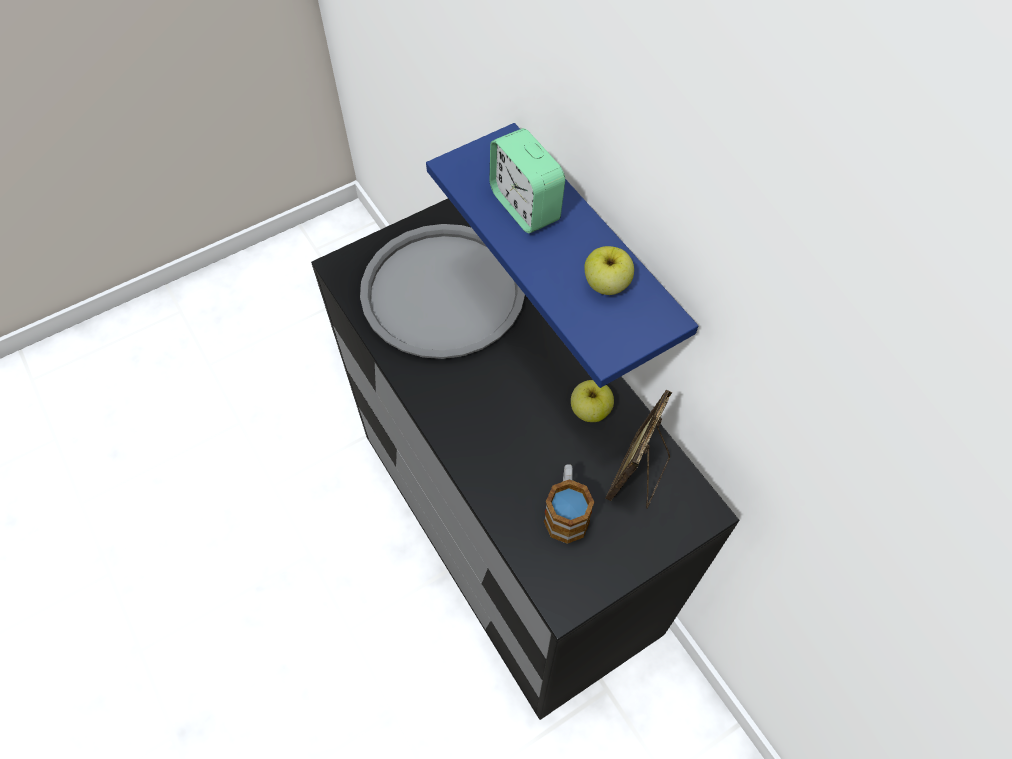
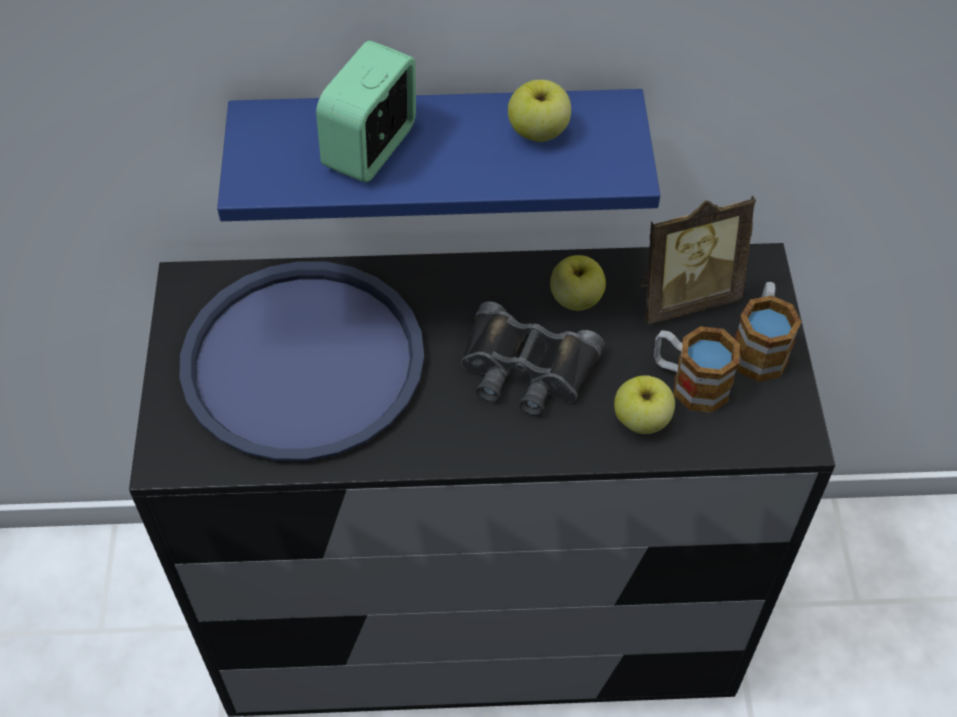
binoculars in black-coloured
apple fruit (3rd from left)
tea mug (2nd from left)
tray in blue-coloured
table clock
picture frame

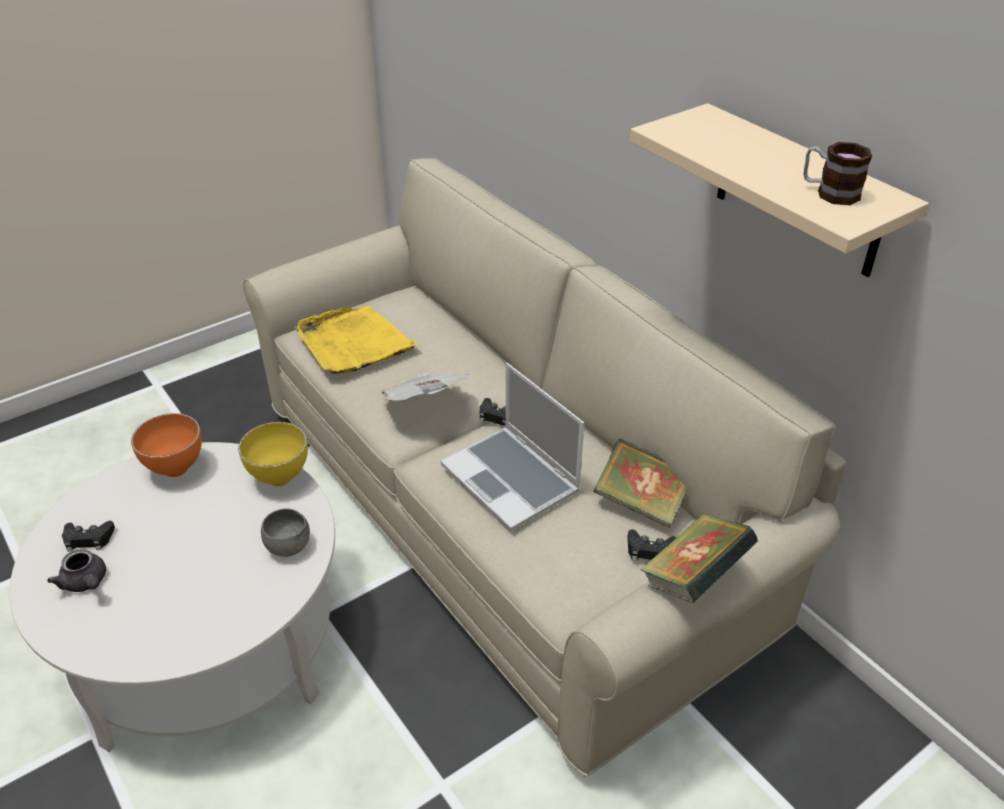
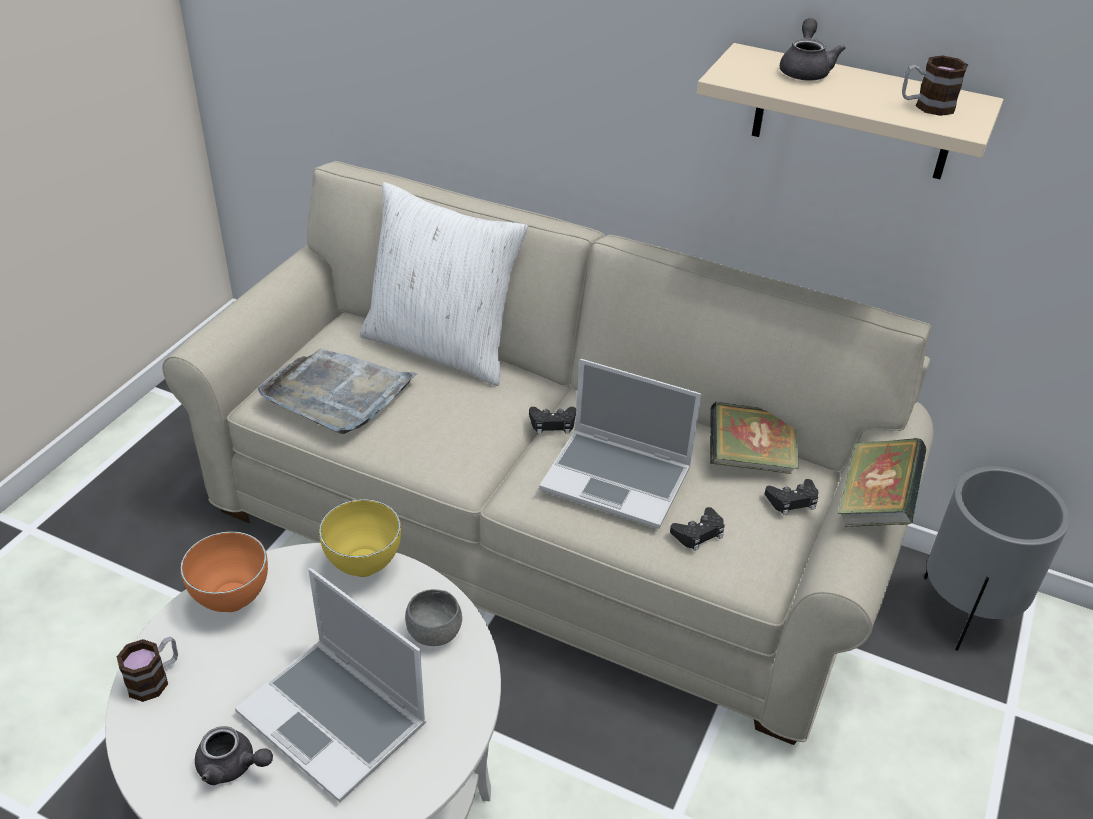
newspaper
tea mug (1st from left)
notebook computer (1st from left)
pillow in whitish
teapot in grey (2nd from left)
planter in grey
joypad in black-coloured (2nd from left)
tray in grey

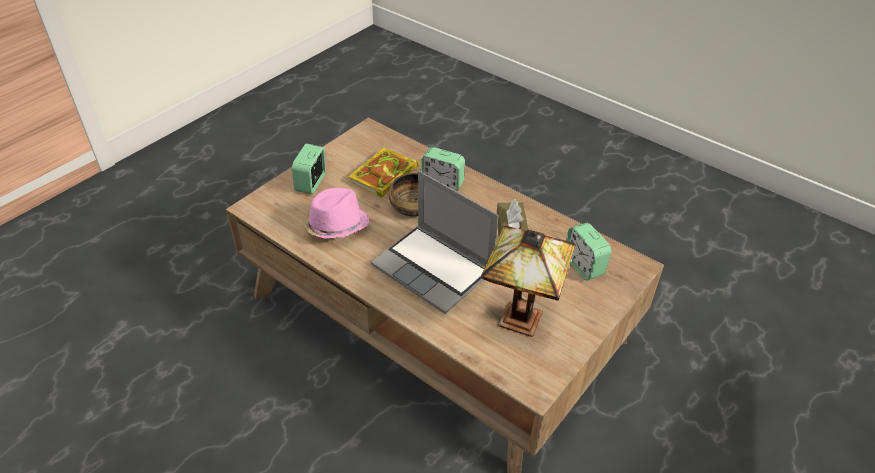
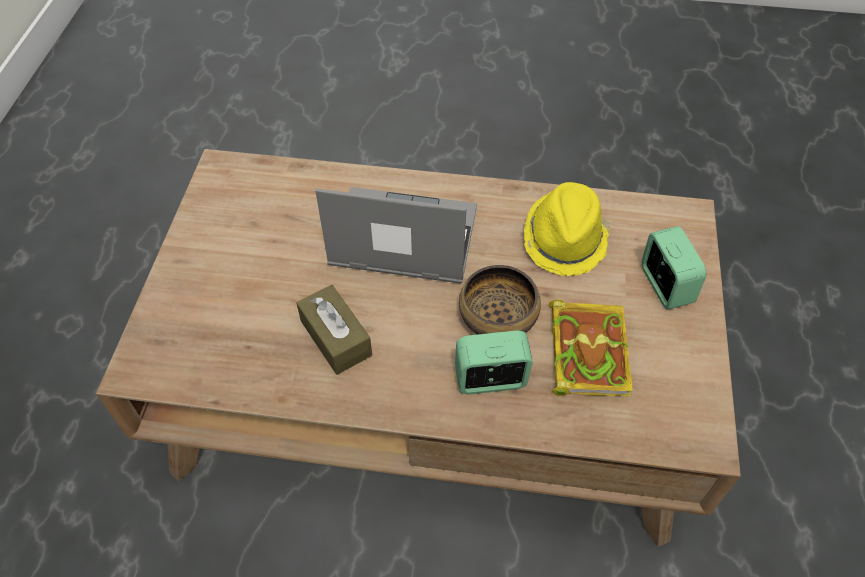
lamp for a table
table clock (3rd from left in the first image)
wearable hat in yellowish

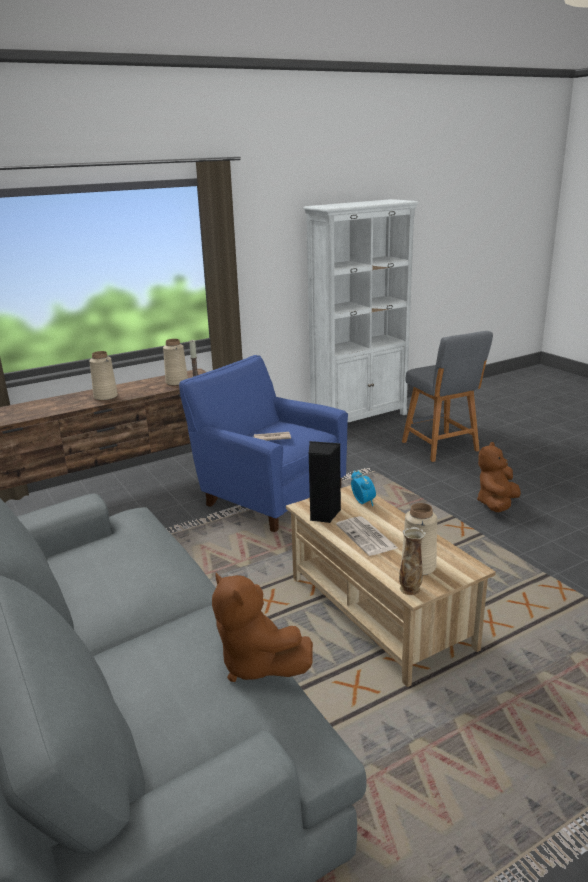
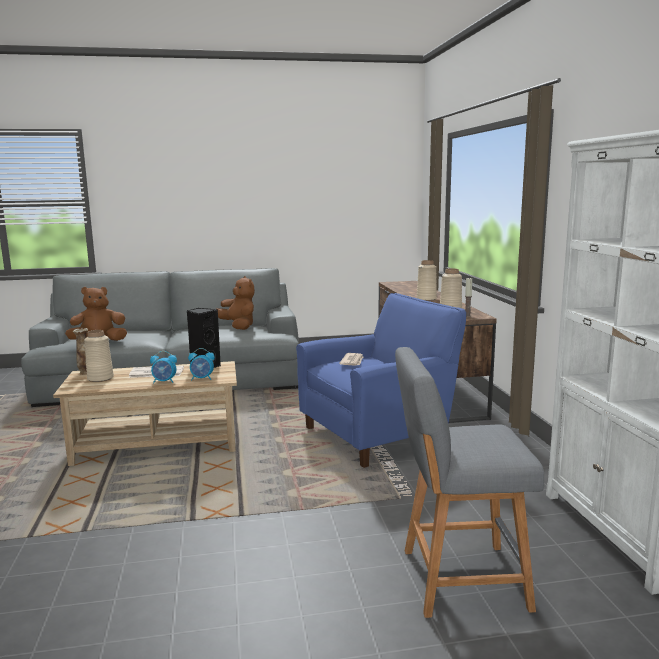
table clock (1st from left)
cuddly toy in brown (2nd from left)

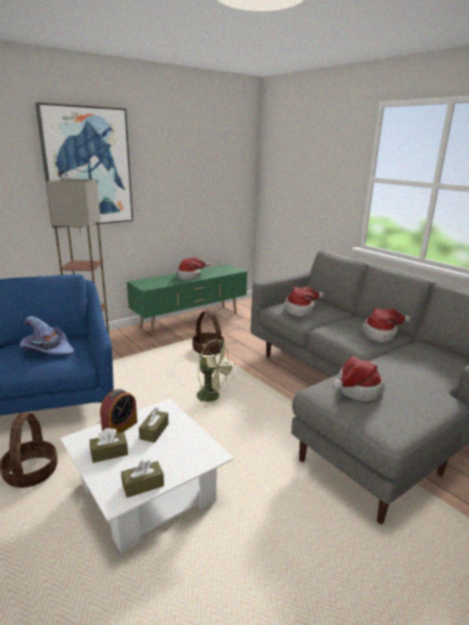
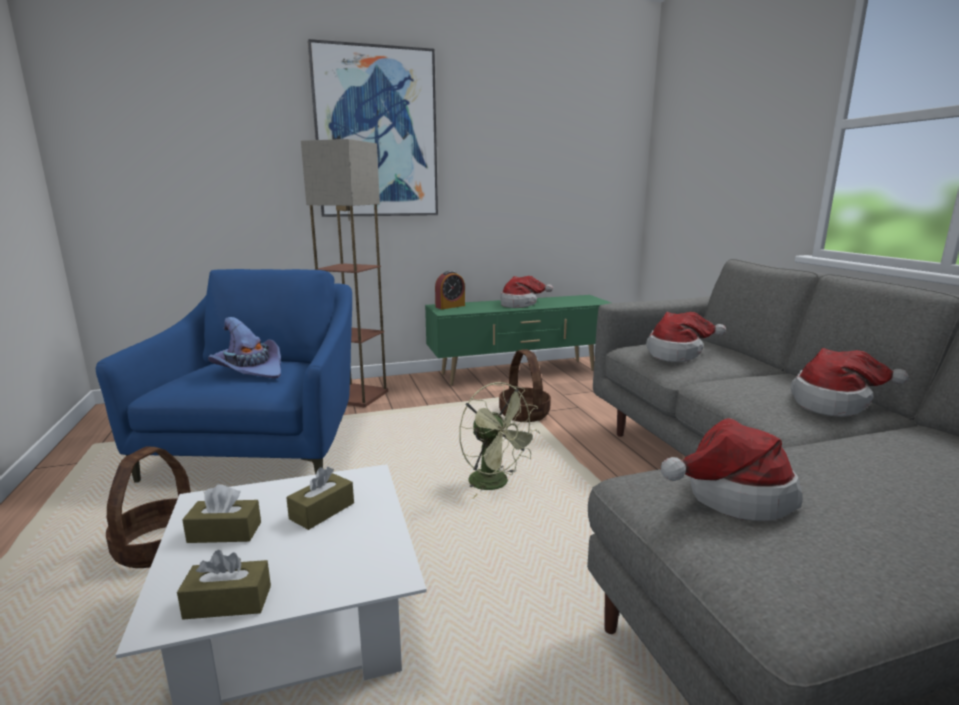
table clock

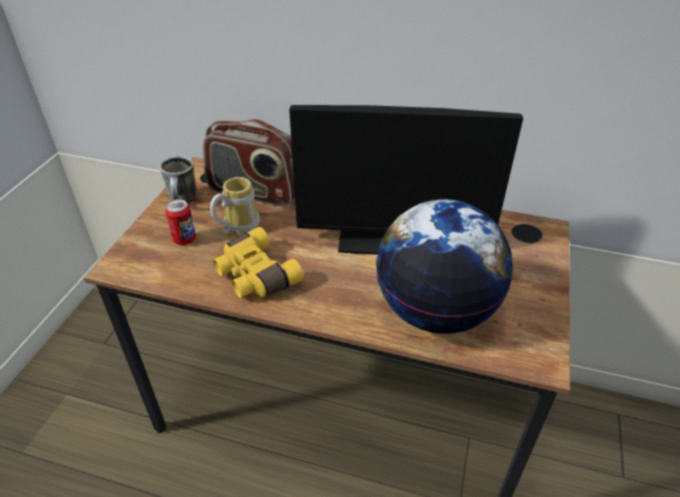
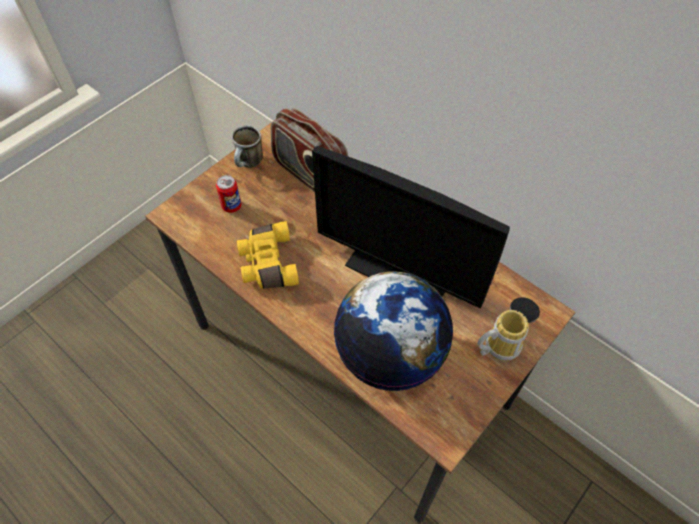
tea mug (2nd from left)

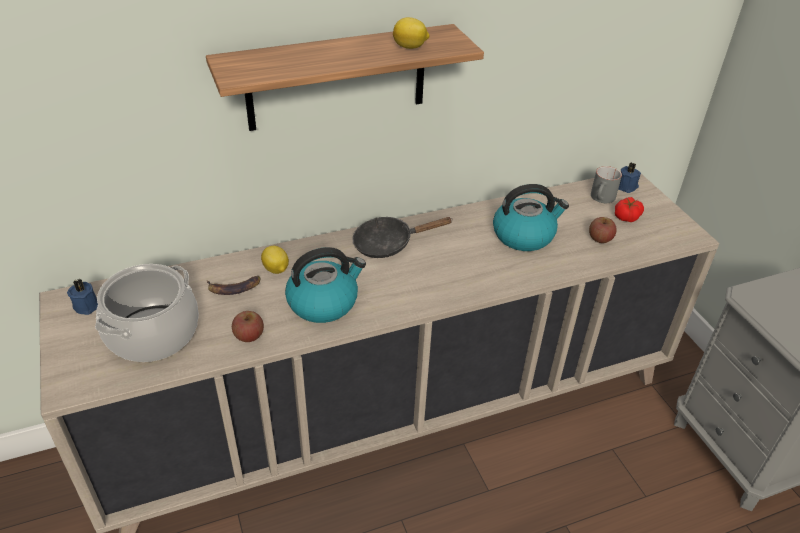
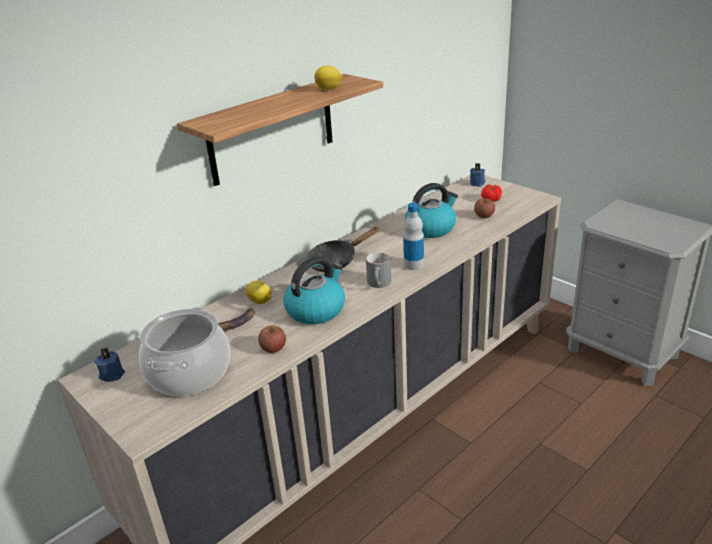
drink bottle
tea mug in grey

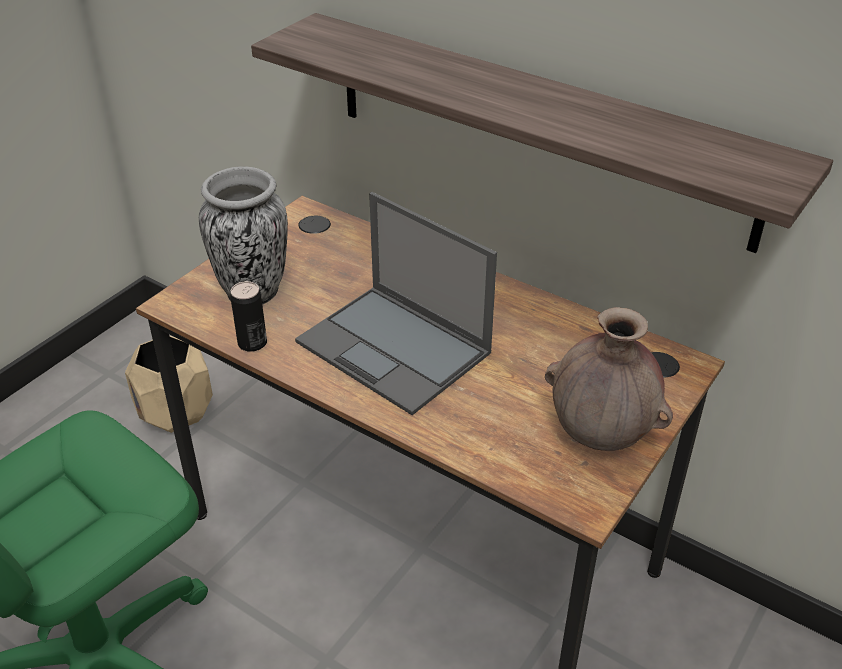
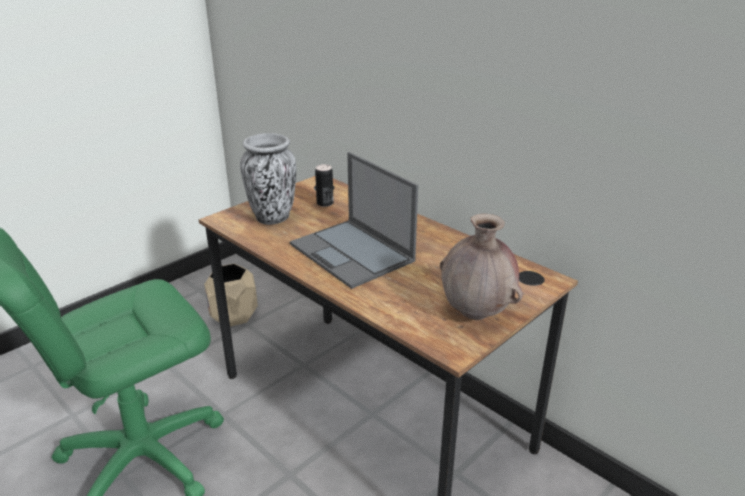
wall shelf
metal can

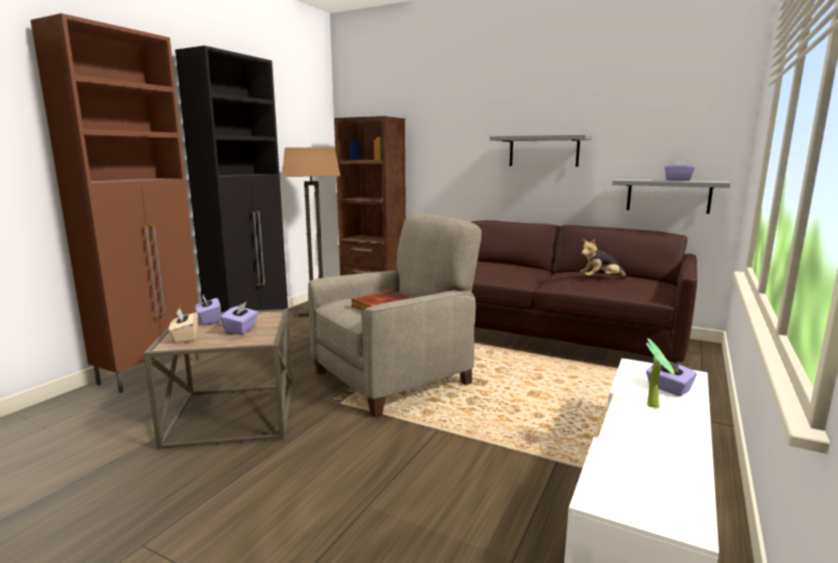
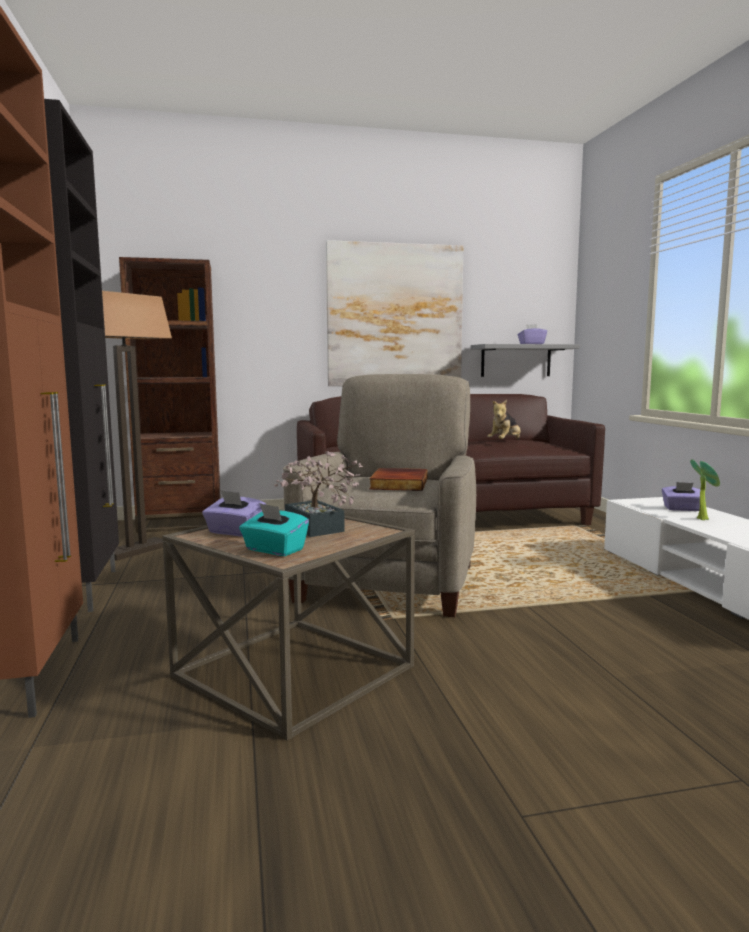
houseplant (1st from left)
picture
box of tissues in turquoise-coloured

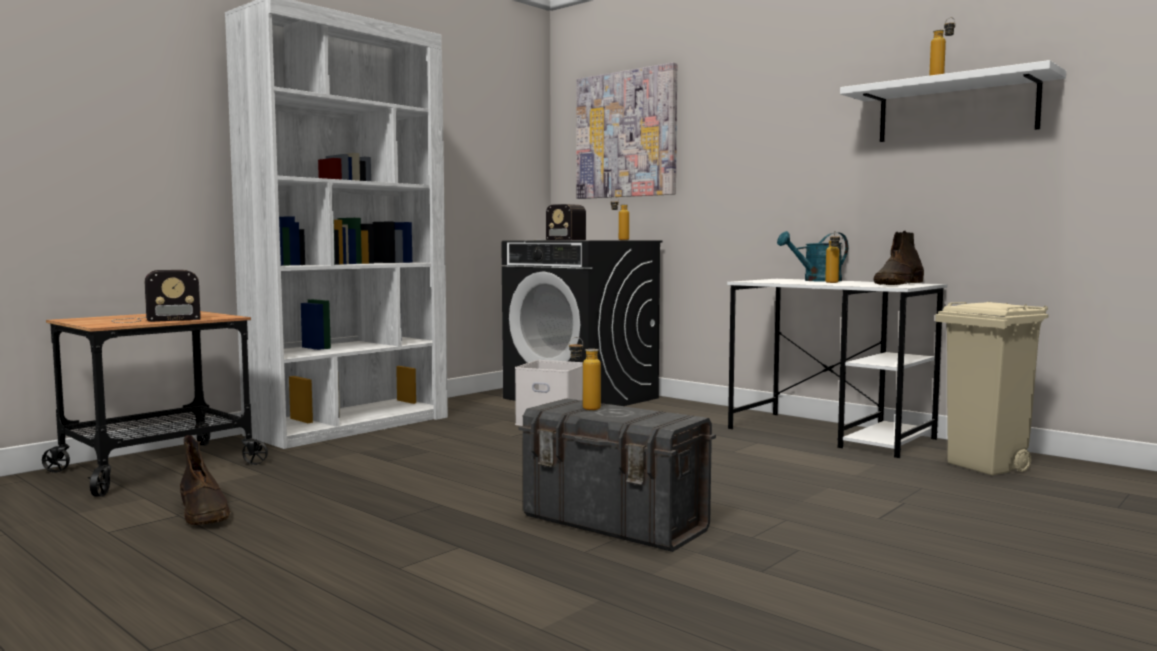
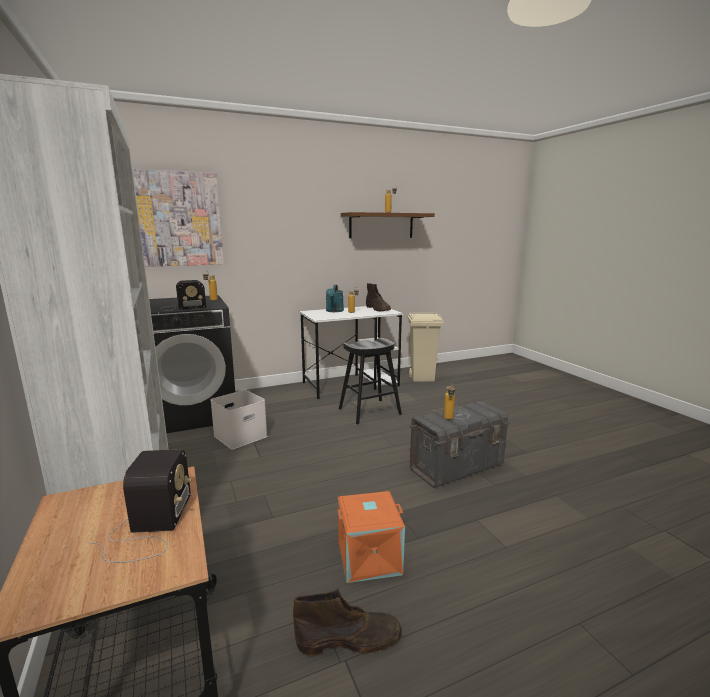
storage box in orange
stool in black-coloured
wall shelf in brown

